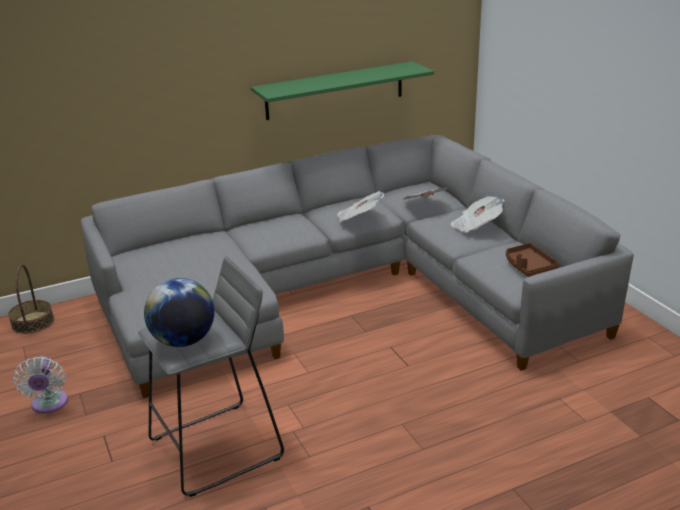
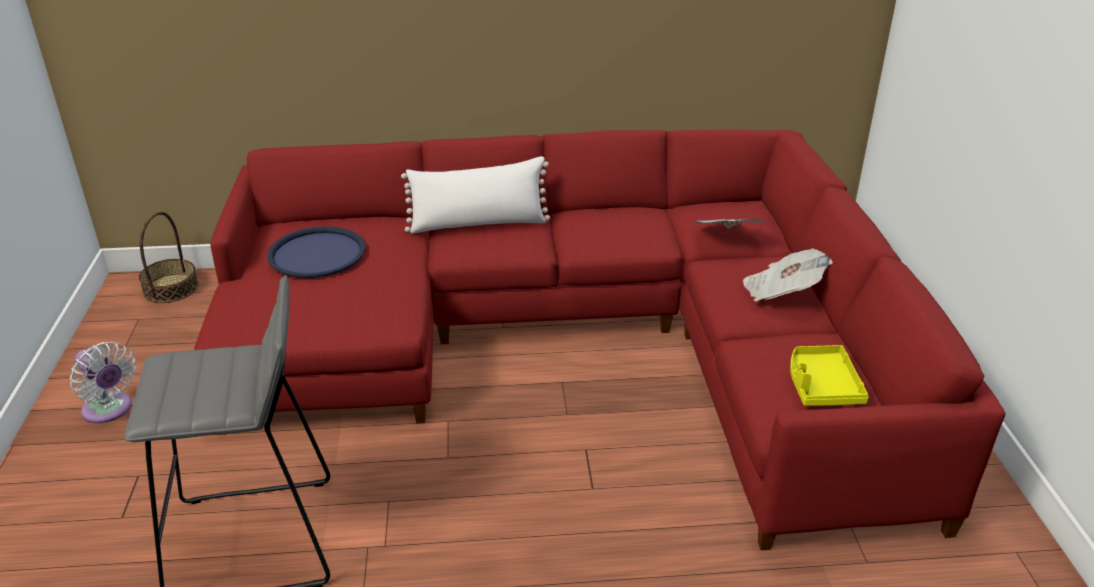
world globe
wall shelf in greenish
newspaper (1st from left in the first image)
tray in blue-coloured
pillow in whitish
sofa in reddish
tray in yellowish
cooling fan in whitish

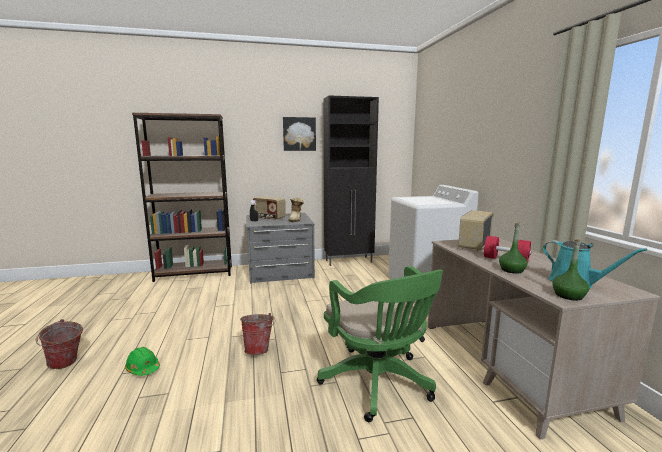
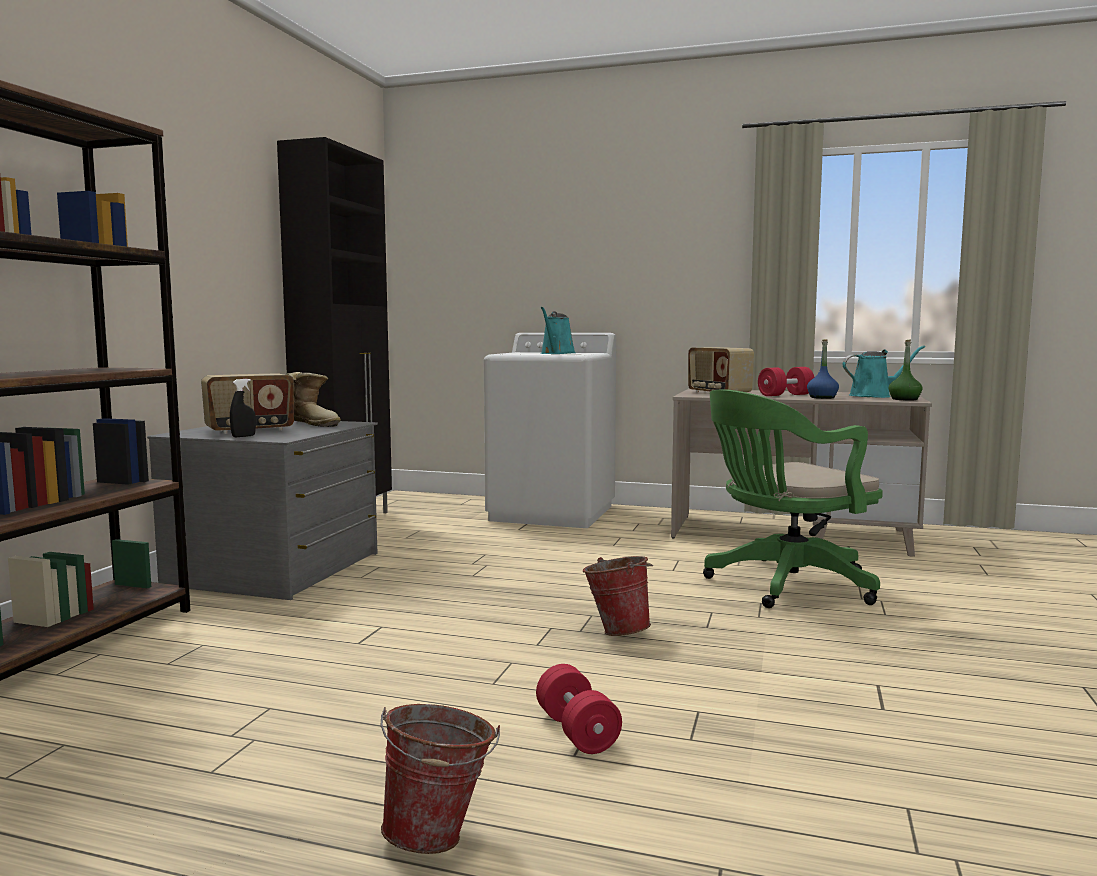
picture
watering can in turquoise-coloured (1st from left)
free weight in reddish (1st from left)
drink bottle in blue-coloured
computer chair in greenish

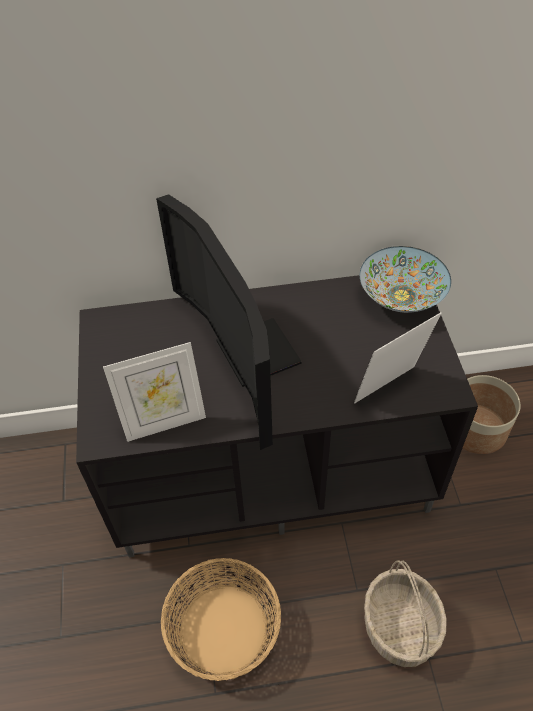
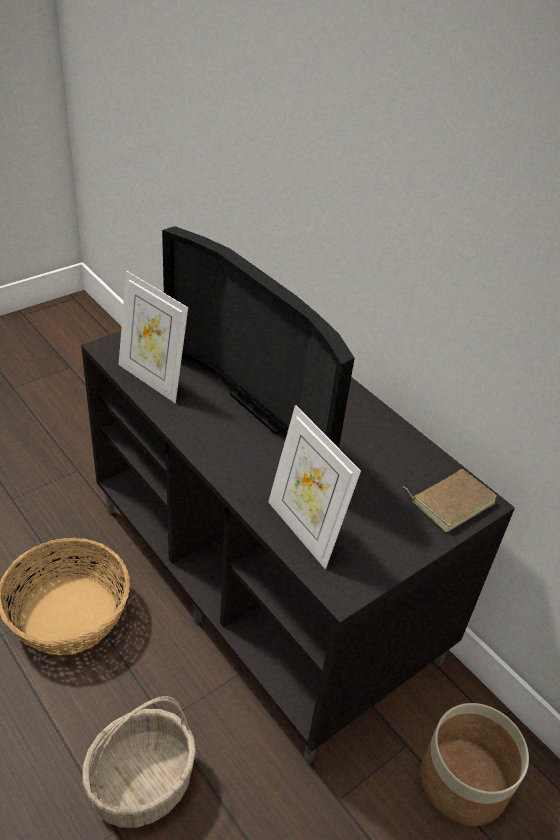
book in brown
TV
picture frame (2nd from left)

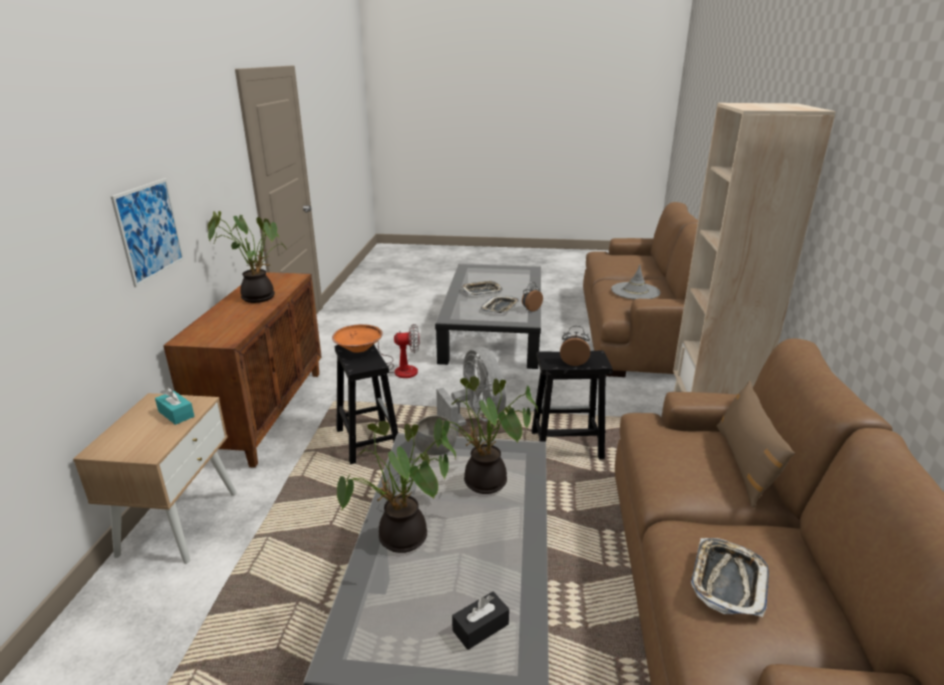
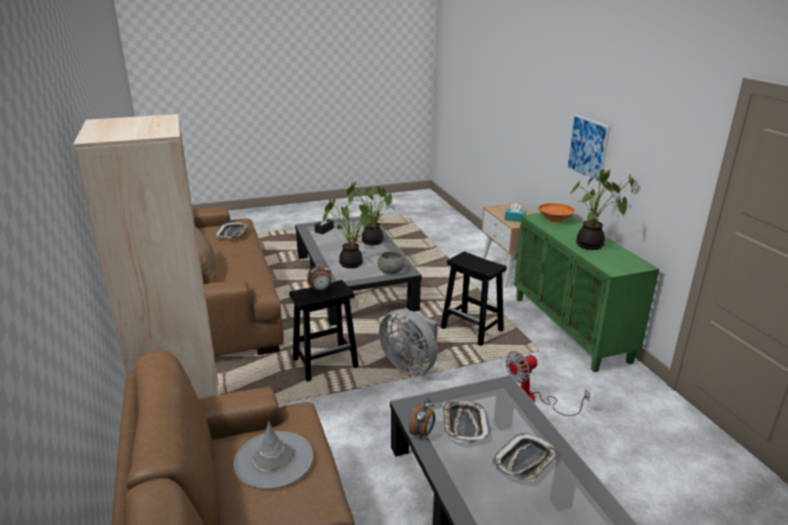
deep dish in orange
storage cabinet in greenish

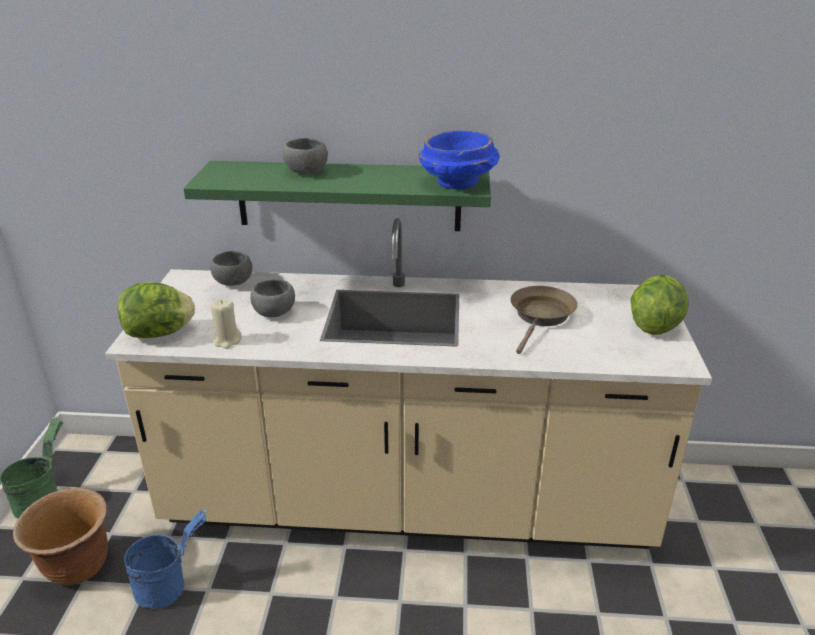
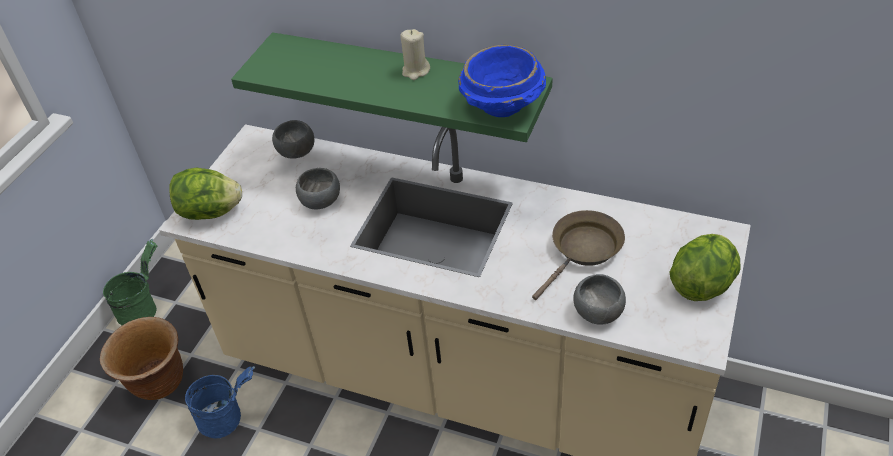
wax candle in beige
deep dish in grey (3rd from left)

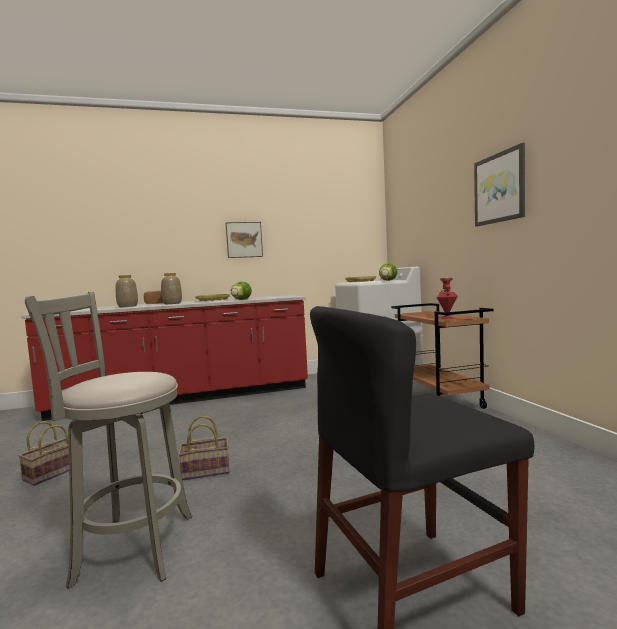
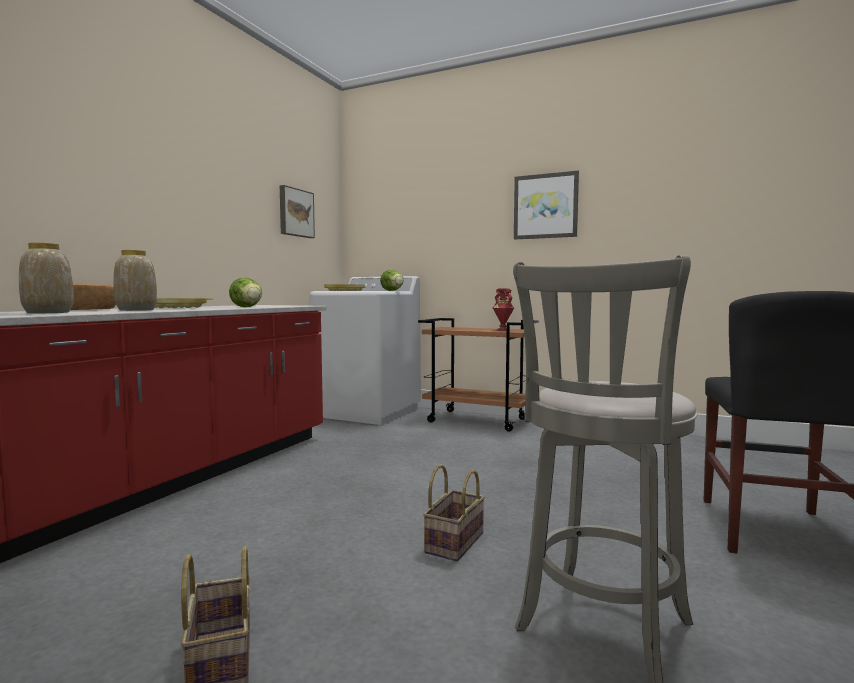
picture (1st from left)

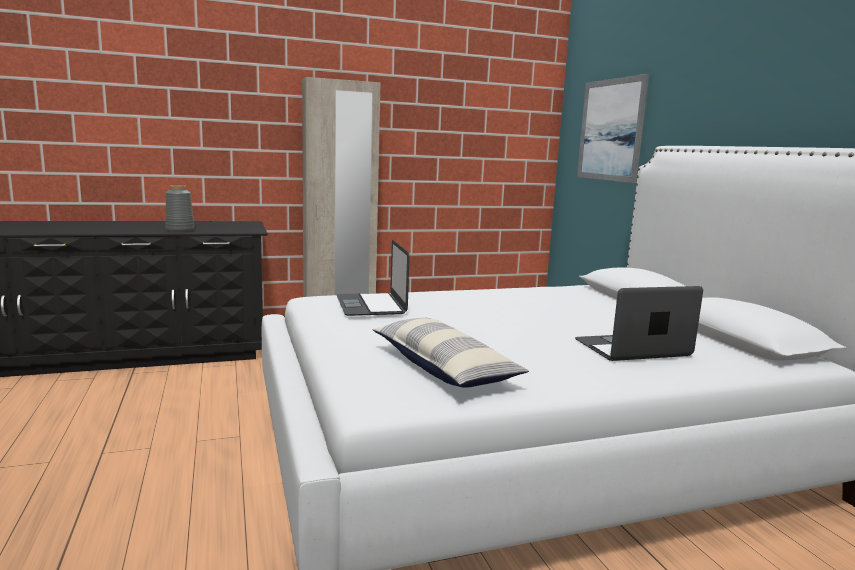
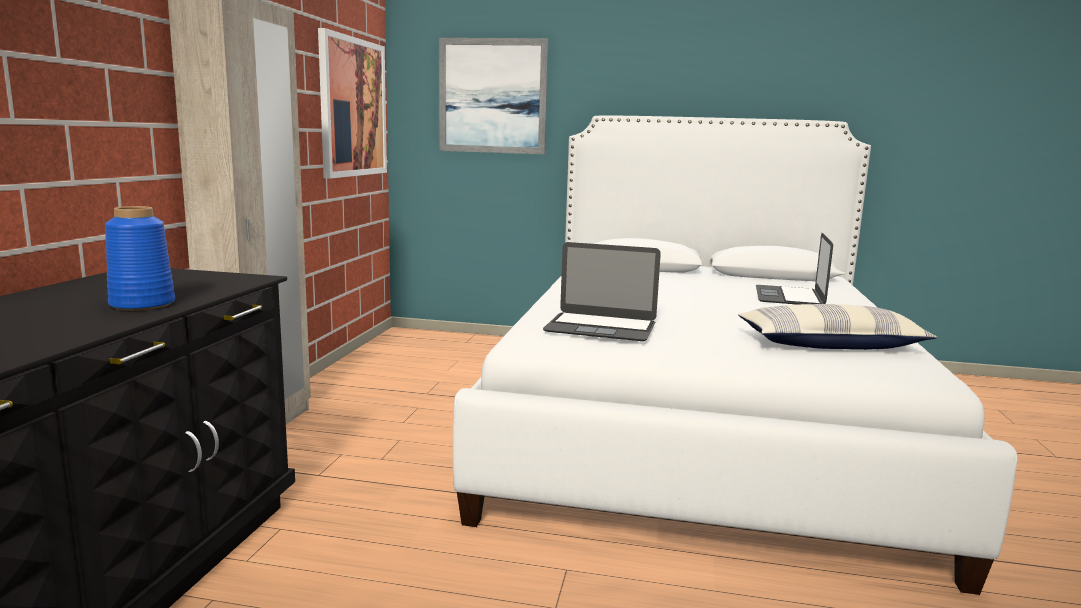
picture (1st from left)
flower vase in blue-coloured

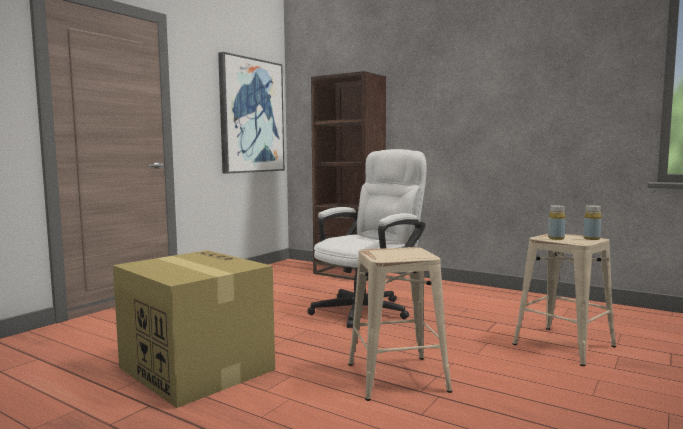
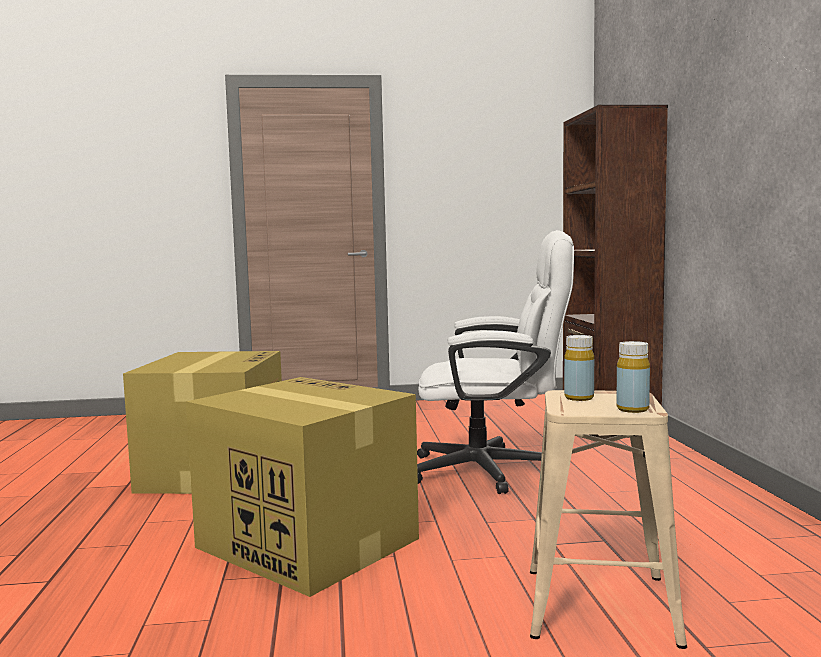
picture
carton (2nd from left)

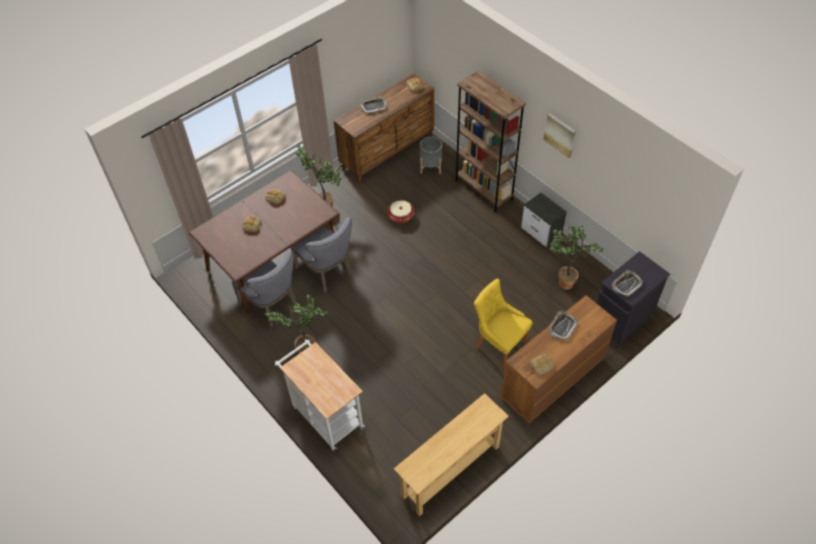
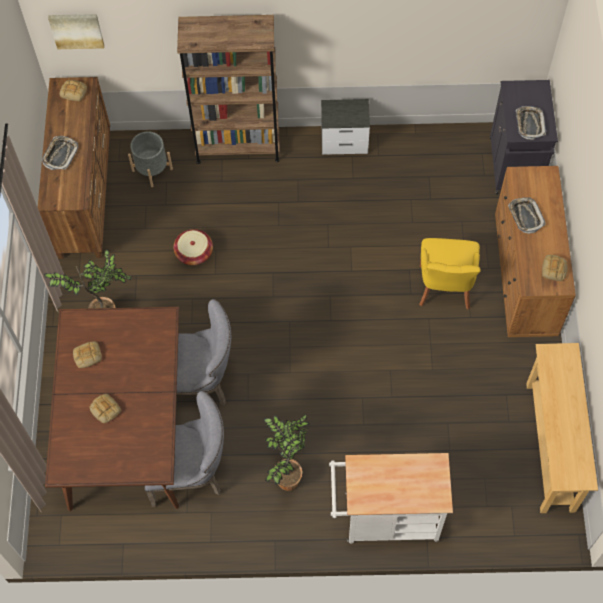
houseplant (3rd from left in the first image)
picture
chair in yellowish

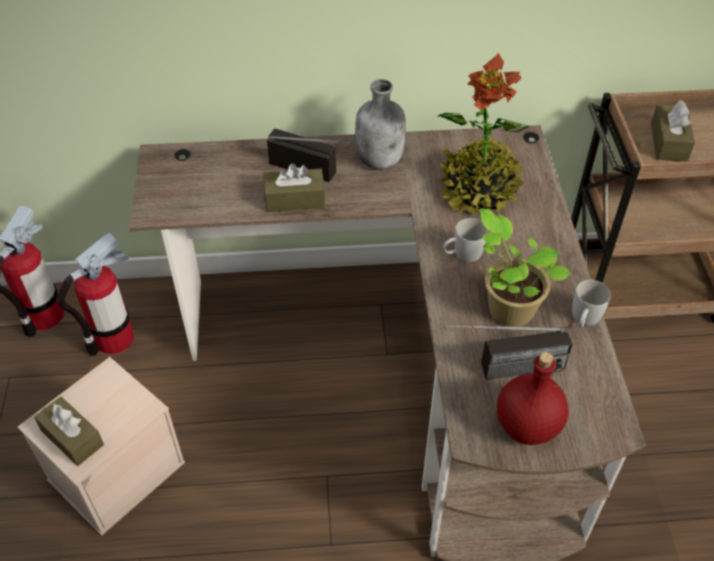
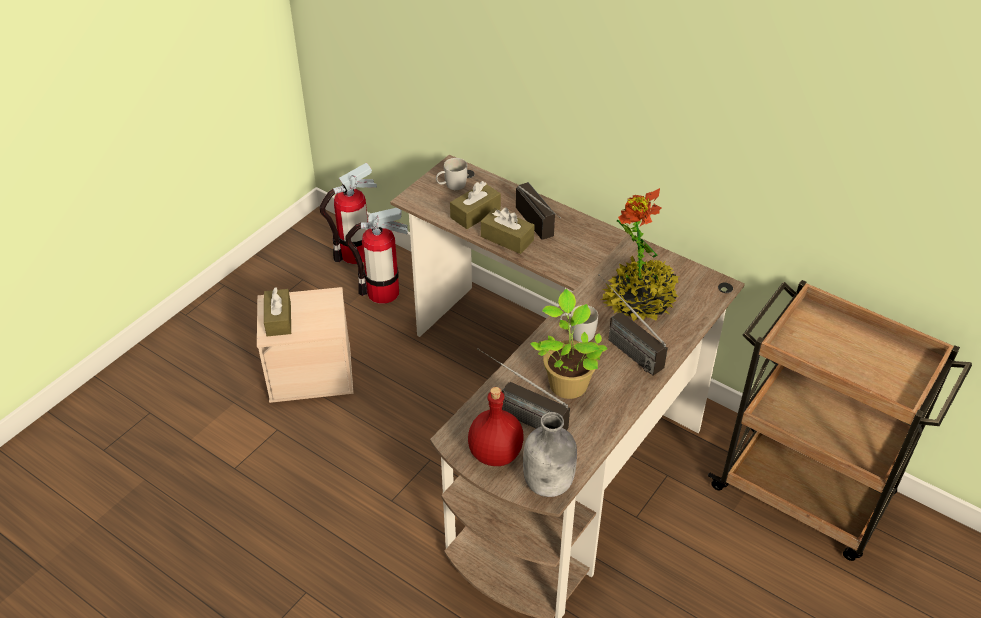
radio (3rd from left)
drink bottle in grey
tea mug in whitish (1st from left)
box of tissues in brown (2nd from left)

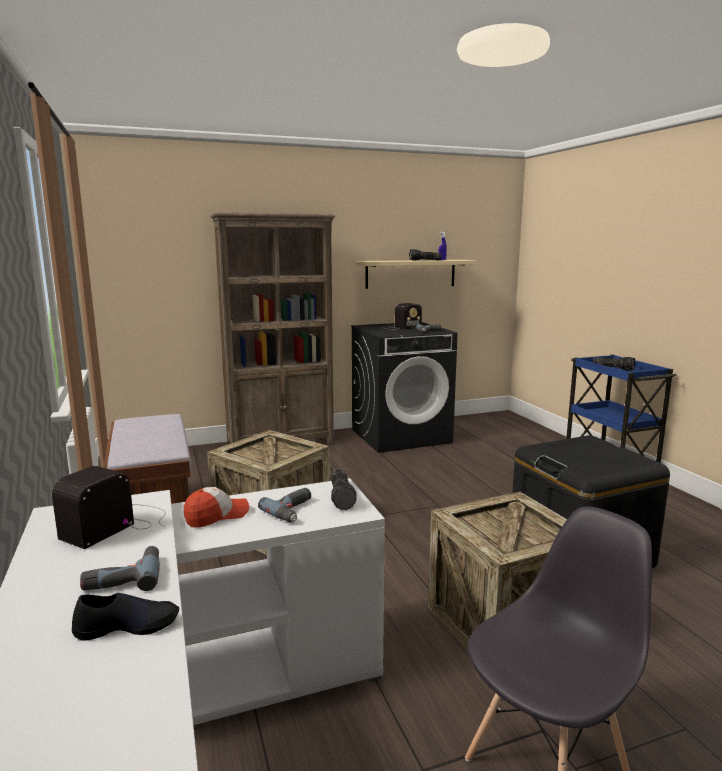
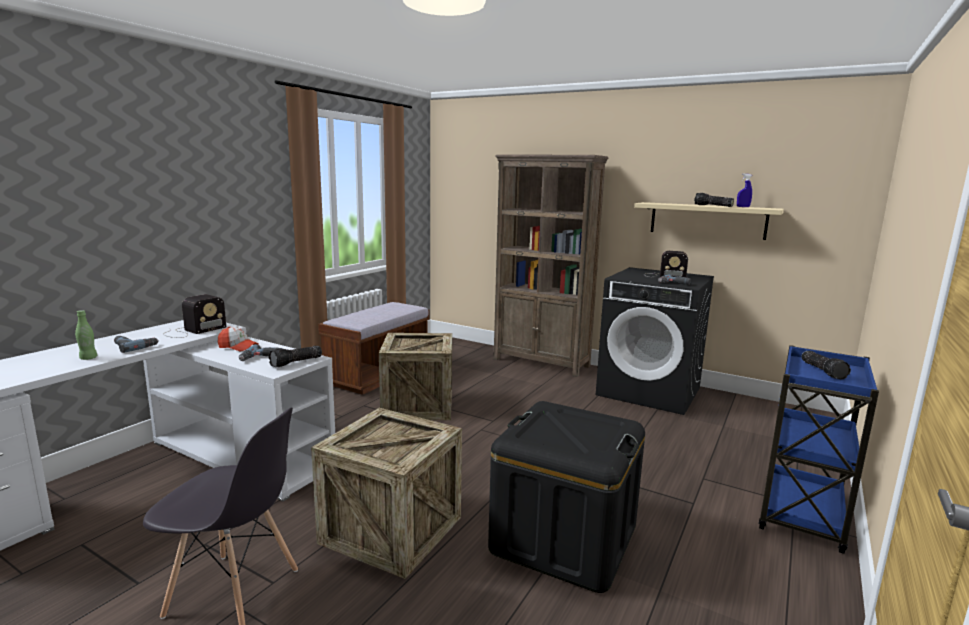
drink bottle in greenish
radio (1st from left)

